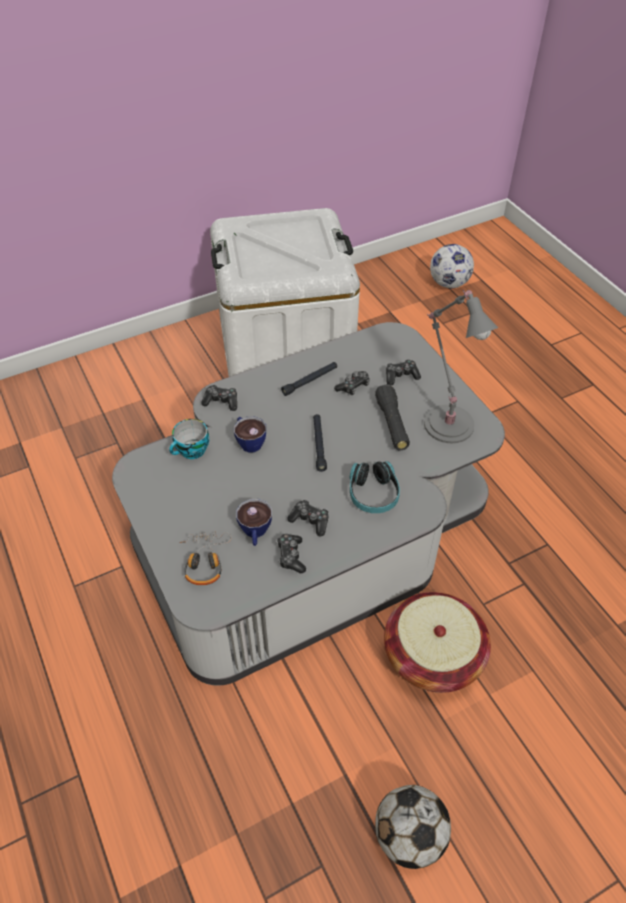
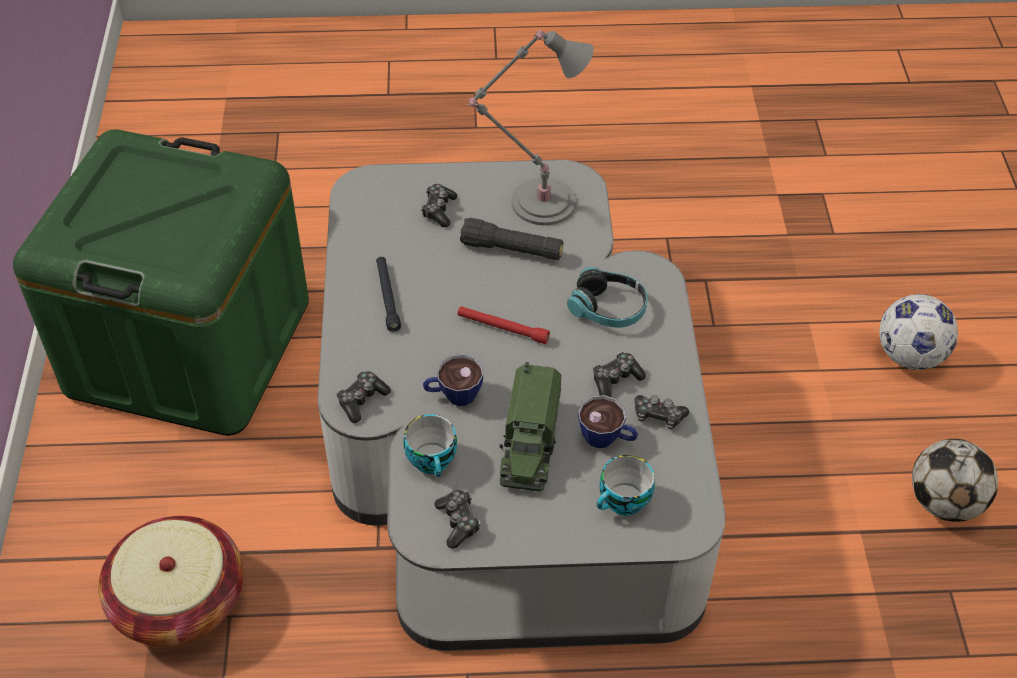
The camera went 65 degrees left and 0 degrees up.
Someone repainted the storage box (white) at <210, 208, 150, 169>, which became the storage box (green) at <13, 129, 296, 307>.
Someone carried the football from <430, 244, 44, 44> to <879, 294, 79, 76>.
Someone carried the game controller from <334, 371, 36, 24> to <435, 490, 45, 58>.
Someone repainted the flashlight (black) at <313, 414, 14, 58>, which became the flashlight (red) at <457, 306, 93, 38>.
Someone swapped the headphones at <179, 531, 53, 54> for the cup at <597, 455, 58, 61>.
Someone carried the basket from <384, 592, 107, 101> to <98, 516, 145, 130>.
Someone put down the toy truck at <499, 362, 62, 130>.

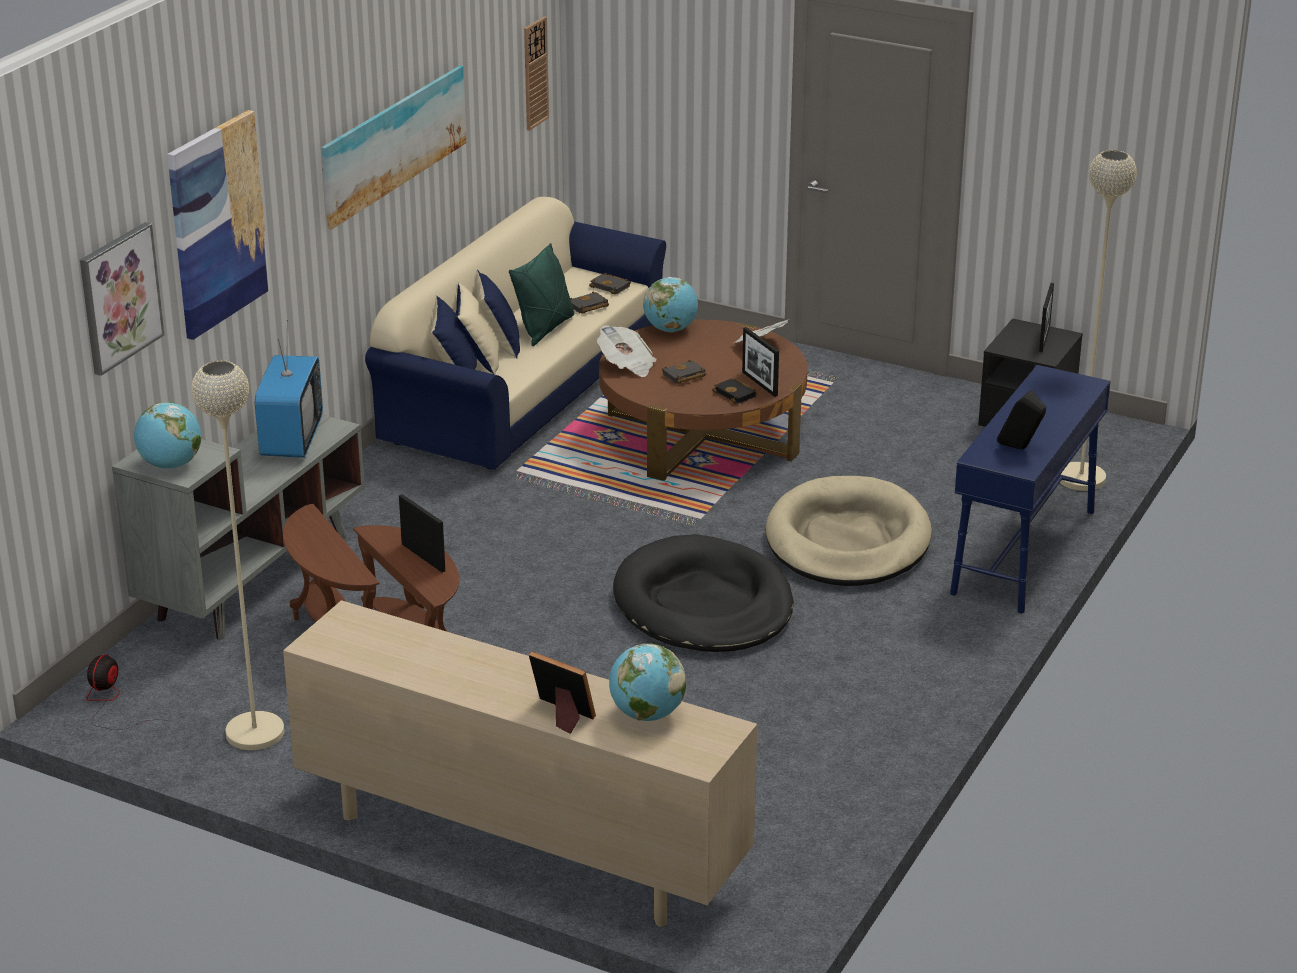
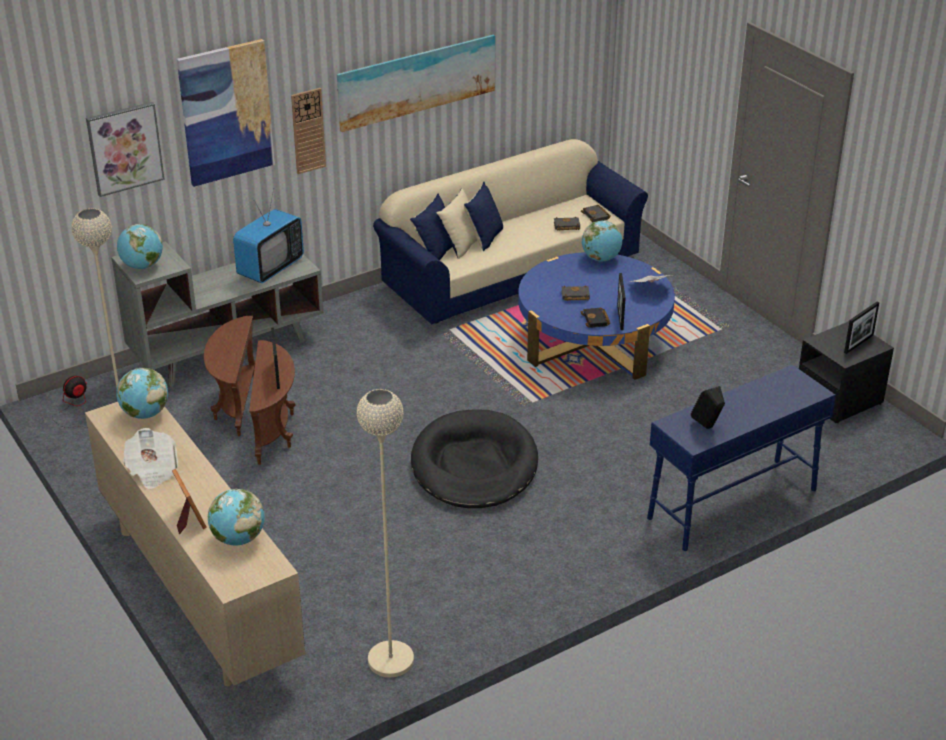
The camera went 30 degrees right and 5 degrees up.
Someone carried the wall clock from <524, 16, 25, 115> to <291, 88, 35, 86>.
Someone carried the floor lamp (beige) from <1060, 150, 77, 341> to <357, 389, 57, 288>.
Someone took away the pillow (green) at <509, 243, 66, 103>.
Someone repainted the coffee table (brown) at <599, 320, 209, 161>, which became the coffee table (blue) at <518, 252, 157, 128>.
Someone carried the newspaper from <597, 325, 60, 52> to <123, 428, 55, 61>.
Someone took away the dog bed (beige) at <766, 476, 166, 110>.
Someone put down the globe at <116, 368, 52, 51>.

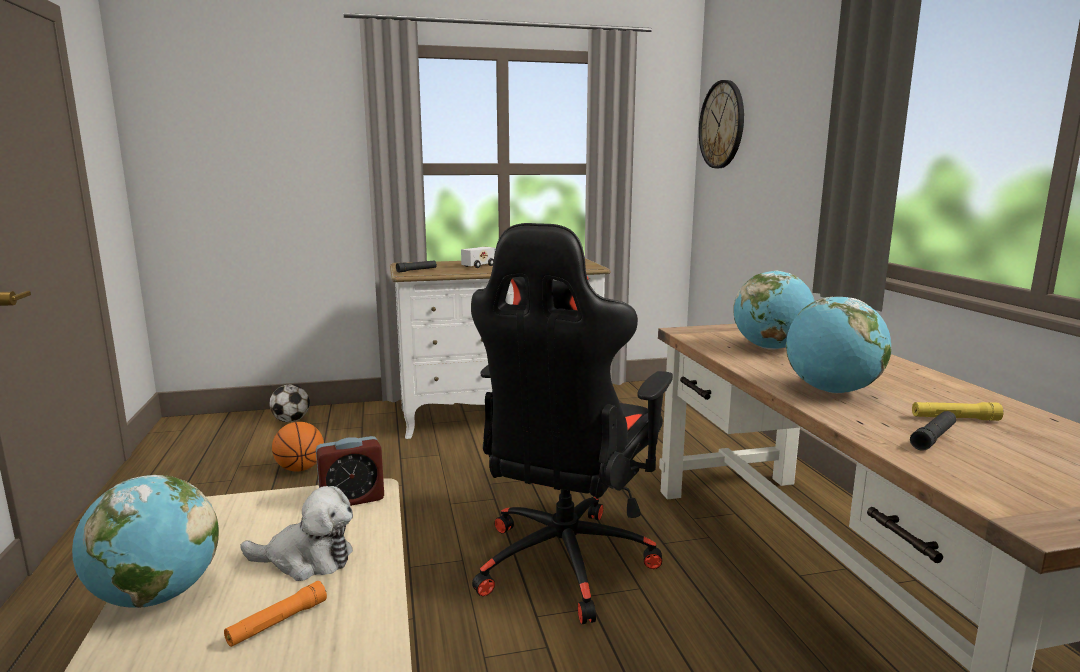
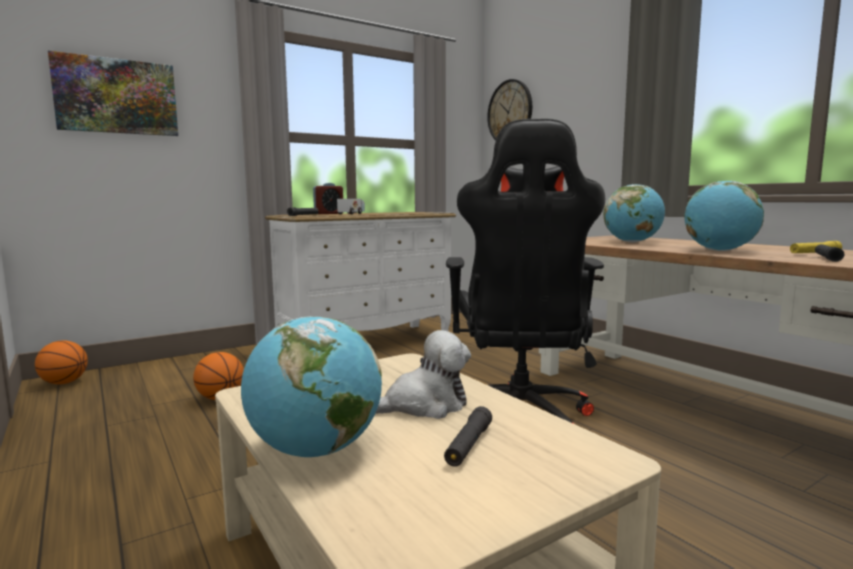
The camera went 20 degrees left and 5 degrees down.
Someone took away the football at <269, 384, 41, 38>.
Someone carried the alarm clock from <316, 436, 68, 70> to <313, 183, 30, 31>.
Someone repainted the flashlight (orange) at <224, 581, 103, 66>, which became the flashlight (black) at <444, 406, 48, 61>.
Someone put up the picture at <48, 50, 130, 86>.
Someone put down the basketball at <35, 340, 53, 44>.

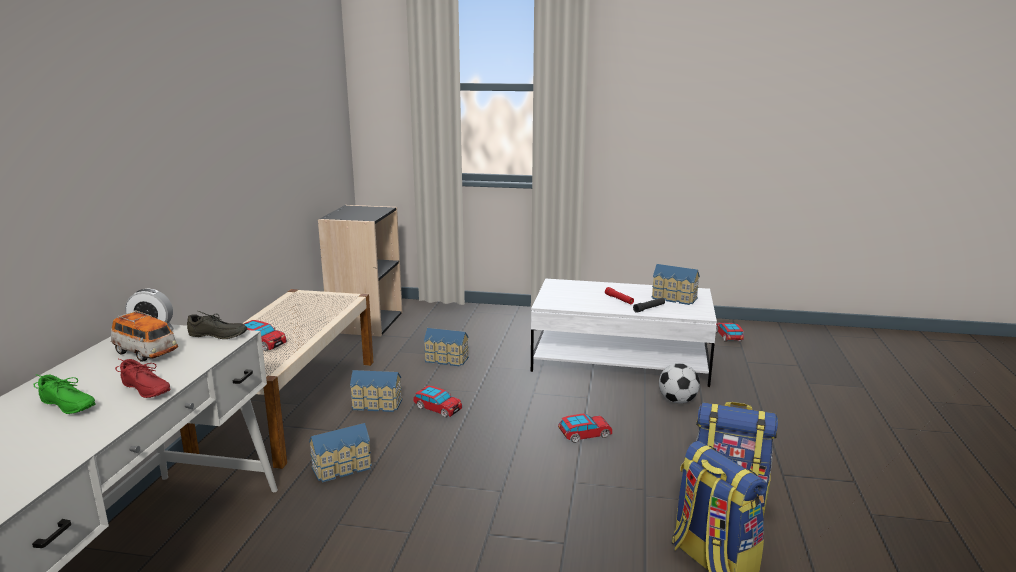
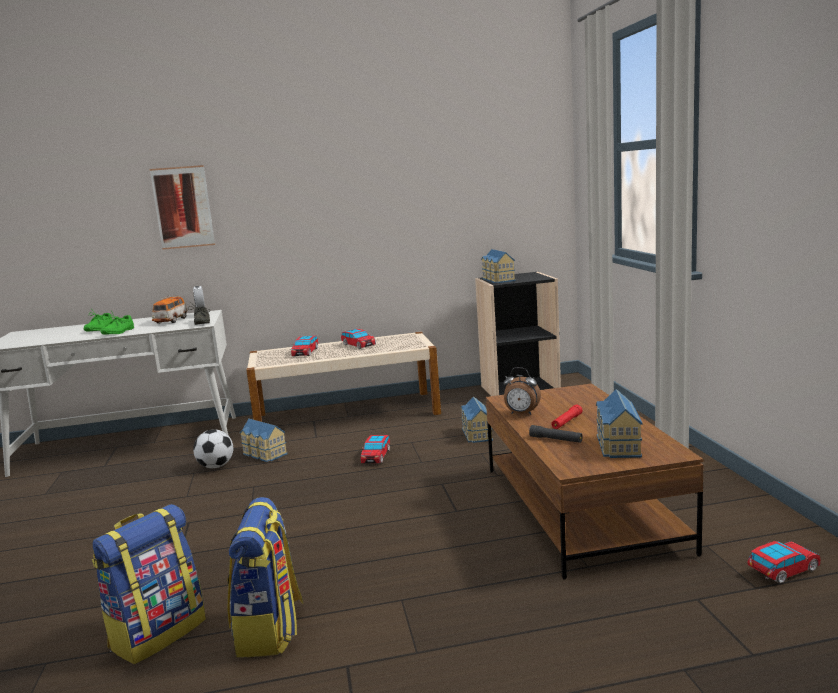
The camera went 70 degrees right and 5 degrees down.
Someone repainted the coffee table (white) at <531, 279, 186, 108>, which became the coffee table (brown) at <486, 383, 218, 196>.
Someone repainted the shoe (red) at <115, 359, 55, 39>, which became the shoe (green) at <101, 311, 33, 24>.
Someone carried the football from <659, 363, 41, 40> to <193, 429, 41, 39>.
Someone carried the toy house from <350, 370, 52, 42> to <481, 249, 34, 34>.
Someone carried the toy car from <558, 414, 54, 29> to <341, 329, 35, 20>.
Someone put up the picture at <150, 165, 65, 85>.
Someone put down the alarm clock at <503, 367, 38, 48>.

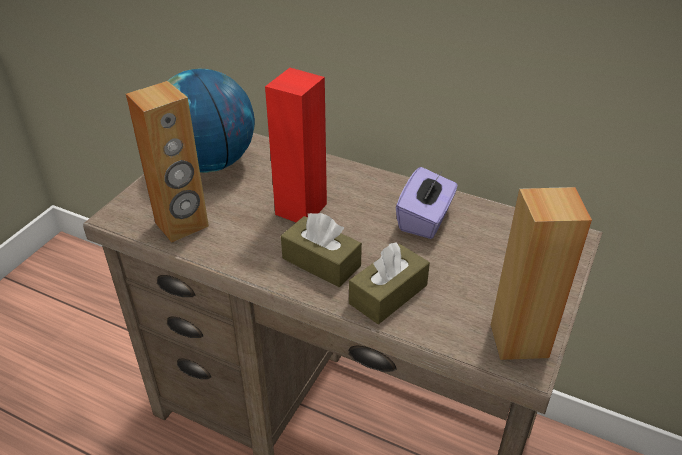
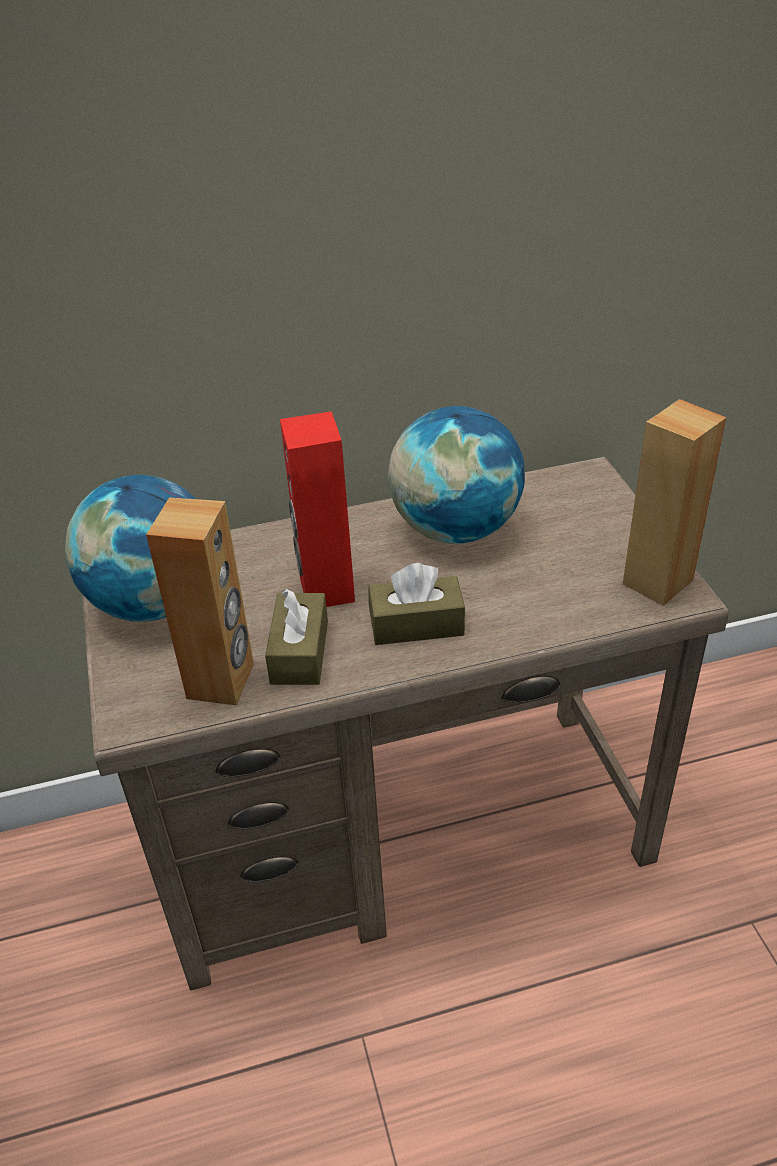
The camera went 40 degrees left and 0 degrees up.
Someone swapped the tissue box (purple) at <396, 167, 62, 72> for the globe at <388, 406, 137, 138>.
Someone carried the tissue box (brown) from <349, 242, 81, 82> to <265, 589, 63, 96>.

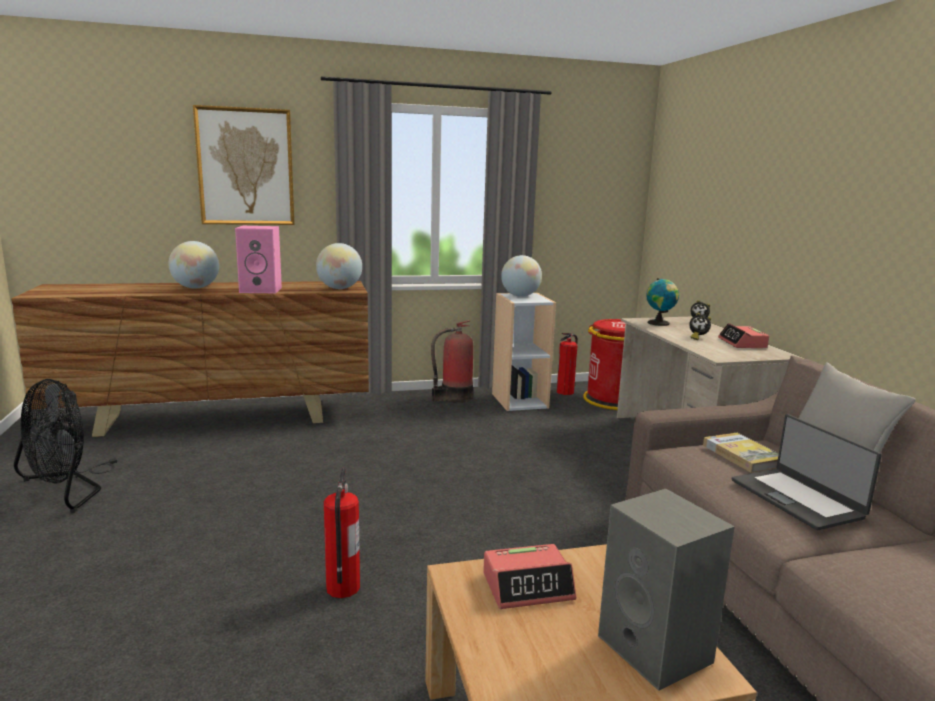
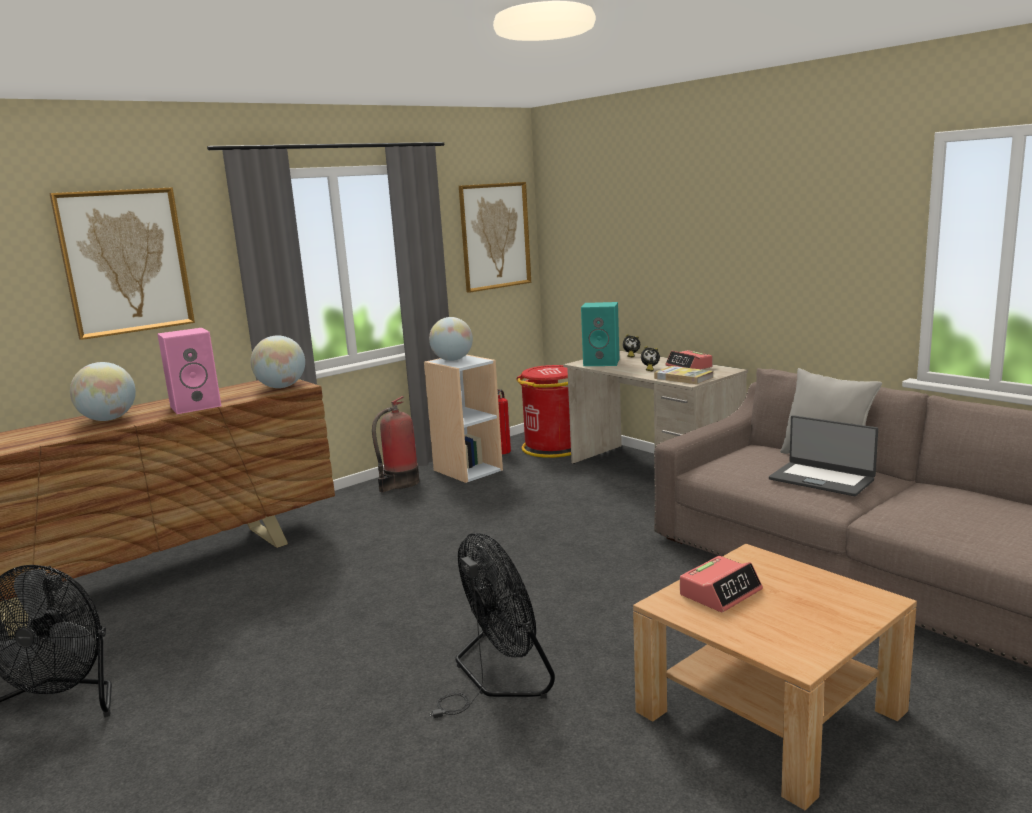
The camera went 25 degrees left and 0 degrees up.
Someone swapped the globe at <646, 278, 33, 48> for the speaker (turquoise) at <581, 302, 38, 64>.
Someone carried the book from <703, 433, 76, 40> to <654, 366, 60, 18>.
Someone swapped the fire extinguisher at <324, 468, 36, 130> for the fan (black) at <429, 533, 126, 185>.
Someone took away the speaker (grey) at <598, 489, 137, 202>.
Someone put up the picture at <459, 182, 72, 111>.

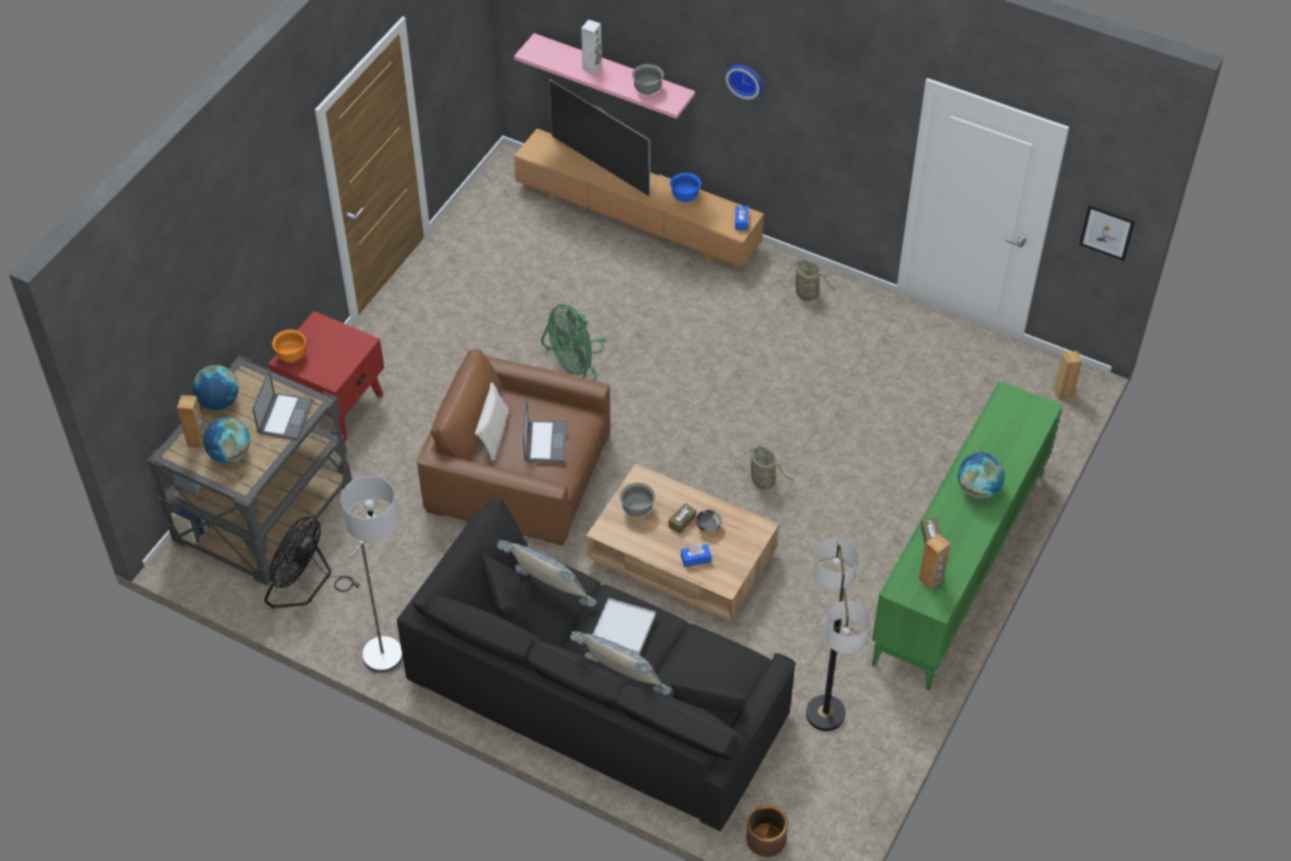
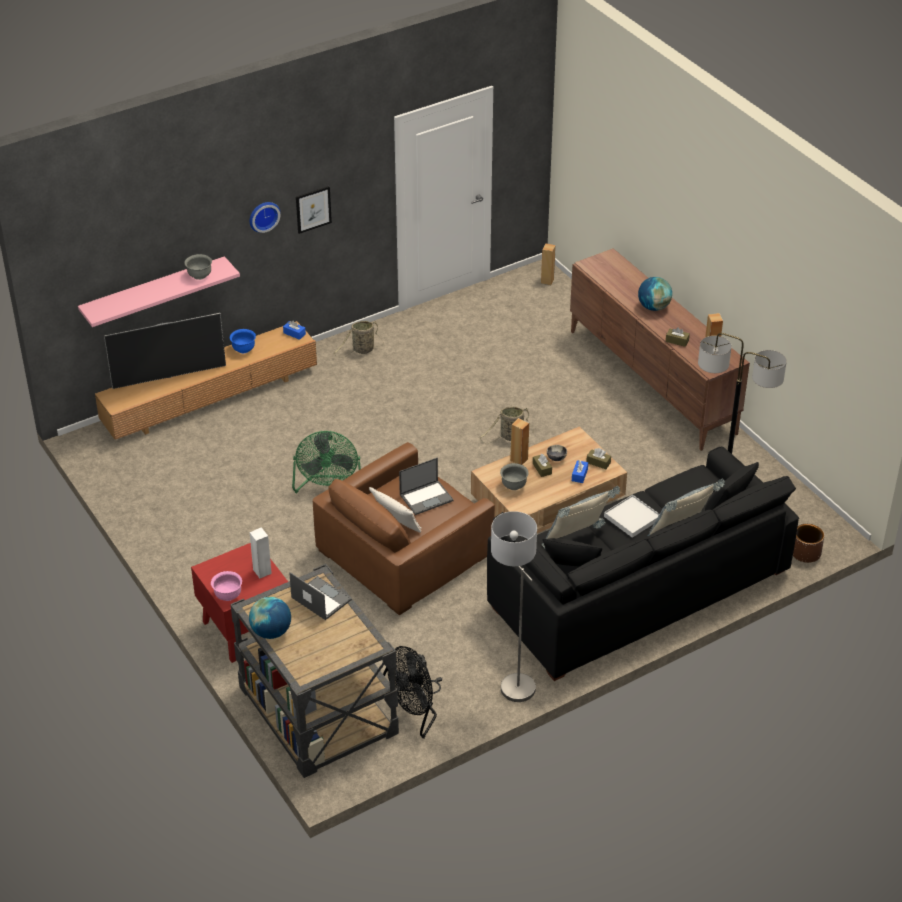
The camera went 60 degrees left and 10 degrees down.
Someone carried the speaker (white) from <581, 19, 21, 55> to <250, 527, 22, 51>.
Someone carried the picture from <1079, 204, 56, 57> to <296, 186, 36, 48>.
Someone repainted the bowl (orange) at <272, 329, 34, 33>, which became the bowl (pink) at <211, 571, 31, 30>.
Someone repainted the cabinet (green) at <872, 382, 191, 308>, which became the cabinet (brown) at <570, 248, 180, 203>.
Someone carried the speaker (brown) from <177, 395, 29, 53> to <510, 418, 19, 47>.
Someone rotated the laptop at <523, 398, 44, 65> by 120 degrees clockwise.
Someone took away the globe at <203, 417, 47, 47>.
Someone put down the tissue box (brown) at <586, 448, 25, 21>.

